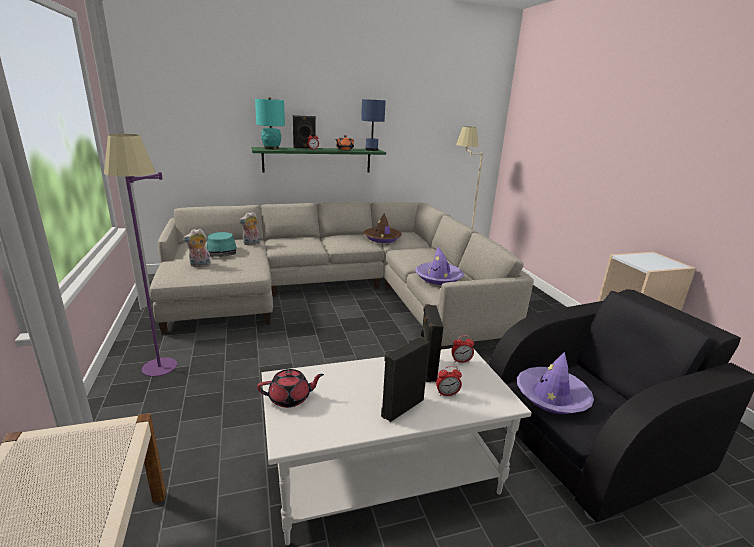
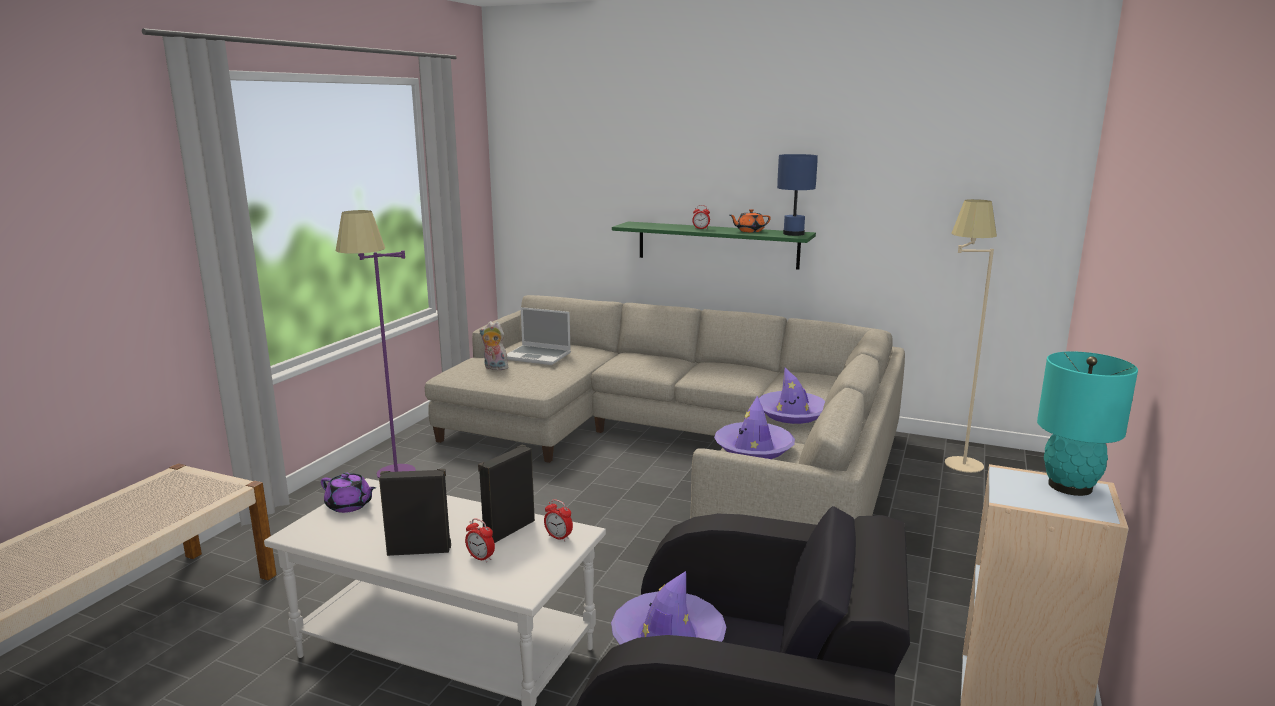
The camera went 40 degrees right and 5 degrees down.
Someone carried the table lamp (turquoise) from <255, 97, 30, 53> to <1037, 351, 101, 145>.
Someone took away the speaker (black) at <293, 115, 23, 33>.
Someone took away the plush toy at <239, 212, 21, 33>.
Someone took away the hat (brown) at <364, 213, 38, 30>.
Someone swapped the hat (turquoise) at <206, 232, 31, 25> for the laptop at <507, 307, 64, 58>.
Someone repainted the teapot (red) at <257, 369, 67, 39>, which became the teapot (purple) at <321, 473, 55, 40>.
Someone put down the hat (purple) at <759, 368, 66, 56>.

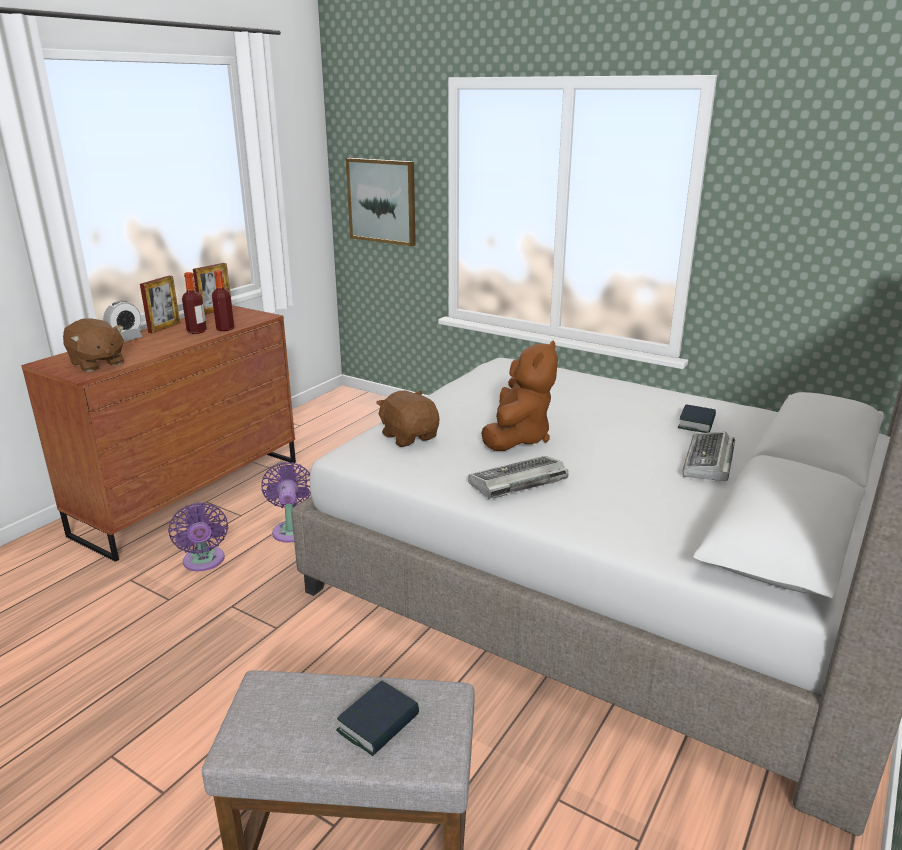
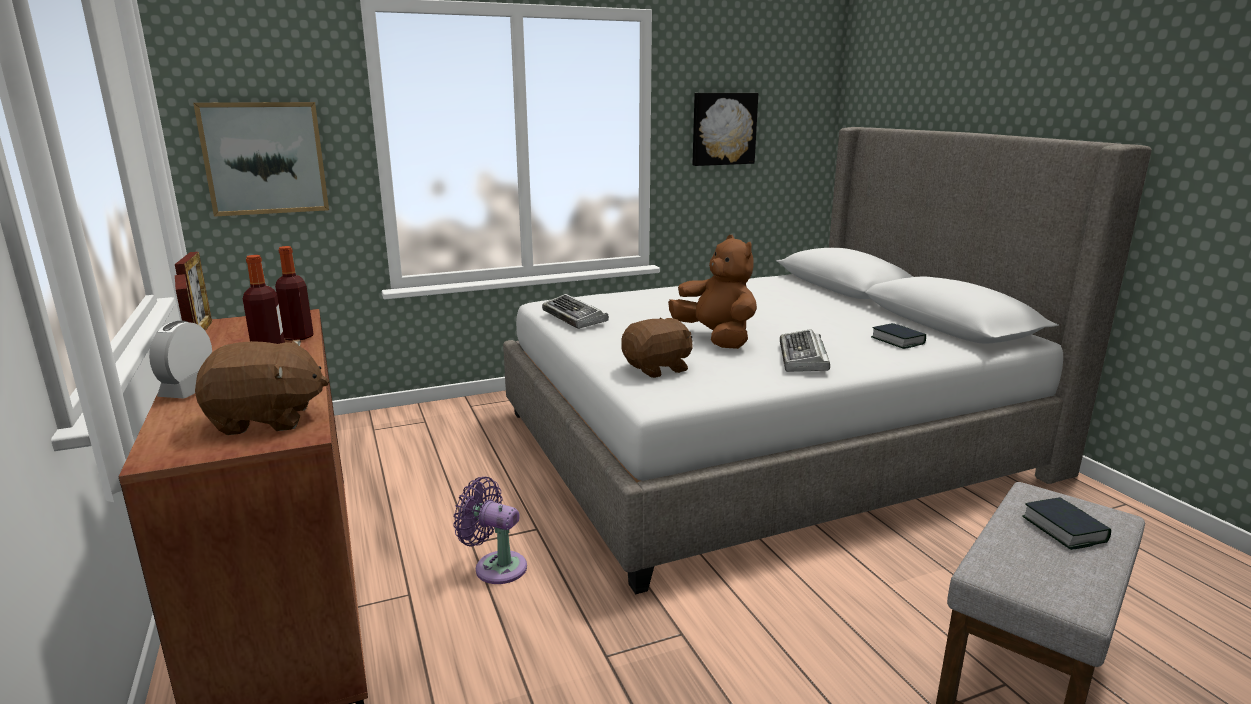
The camera went 55 degrees left and 5 degrees down.
Someone rotated the alarm clock at <103, 301, 40, 41> by 150 degrees counterclockwise.
Someone rotated the plush toy (brown) at <376, 390, 63, 57> by 150 degrees clockwise.
Someone carried the book from <677, 405, 39, 28> to <871, 323, 55, 26>.
Someone carried the keyboard from <683, 432, 52, 49> to <542, 294, 67, 35>.
Someone took away the fan (purple) at <168, 502, 60, 69>.
Someone put up the picture at <693, 93, 65, 73>.

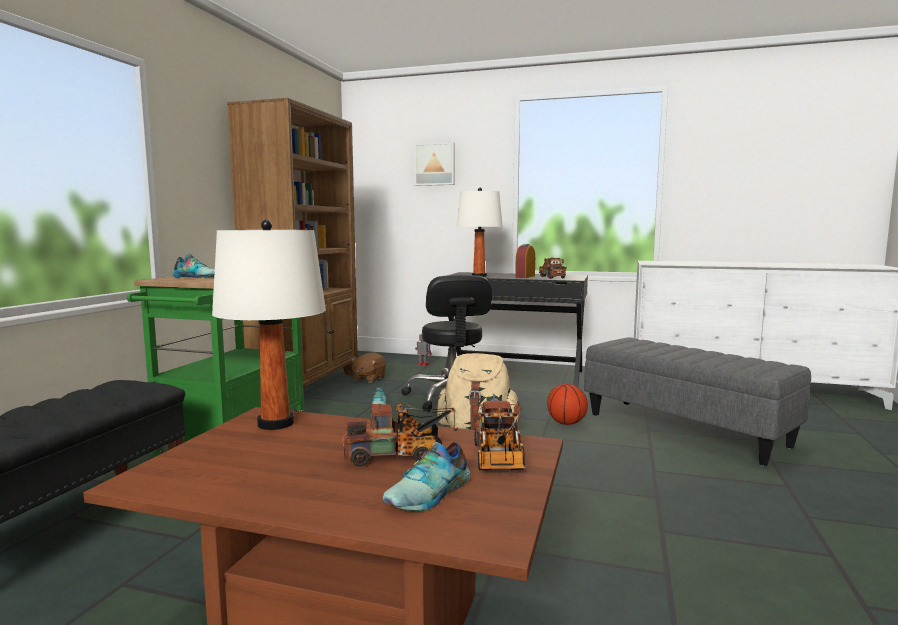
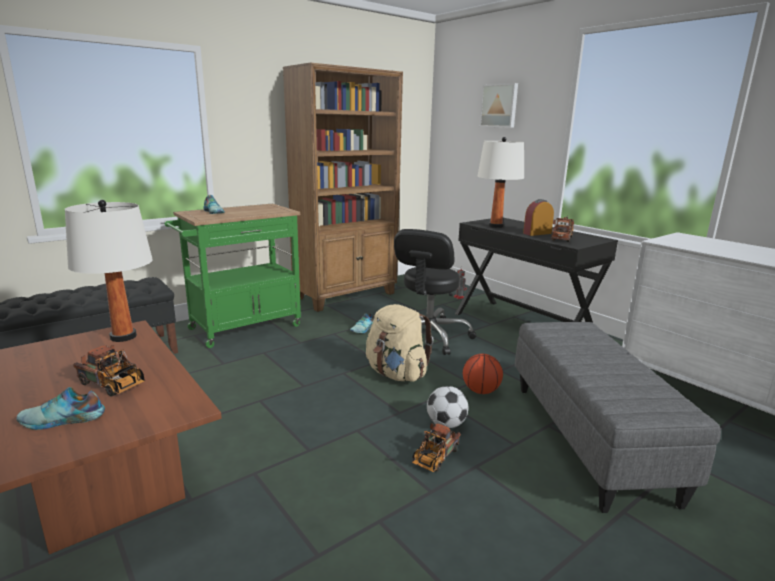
The camera went 35 degrees right and 10 degrees up.
Someone took away the plush toy (brown) at <351, 352, 35, 30>.
Someone carried the toy truck from <472, 401, 54, 69> to <412, 423, 49, 49>.
Someone put down the football at <427, 386, 41, 42>.

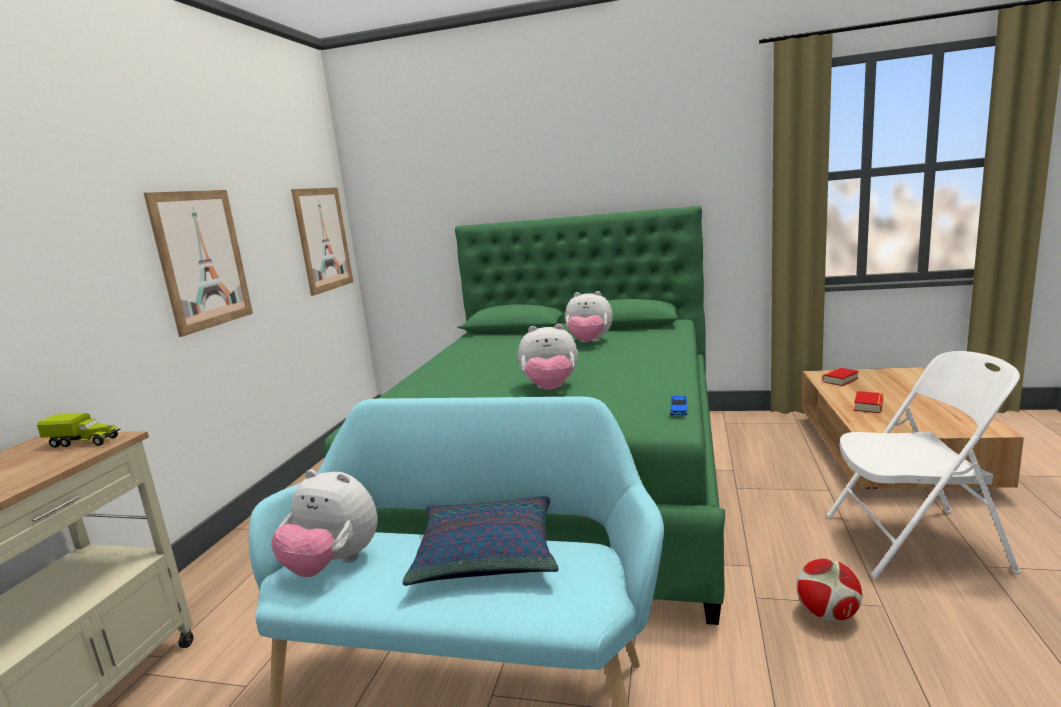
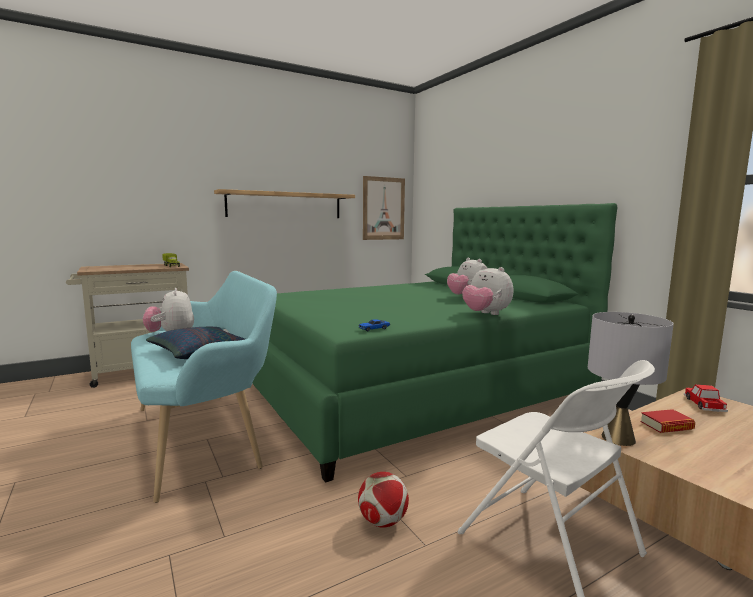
The camera went 45 degrees right and 5 degrees down.
Someone swapped the picture at <144, 190, 109, 147> for the shelf at <214, 189, 141, 29>.
Someone carried the plush toy from <518, 324, 60, 66> to <462, 265, 51, 50>.
Someone swapped the book at <822, 368, 37, 18> for the toy car at <684, 384, 44, 28>.
Someone put down the table lamp (grey) at <588, 312, 86, 134>.

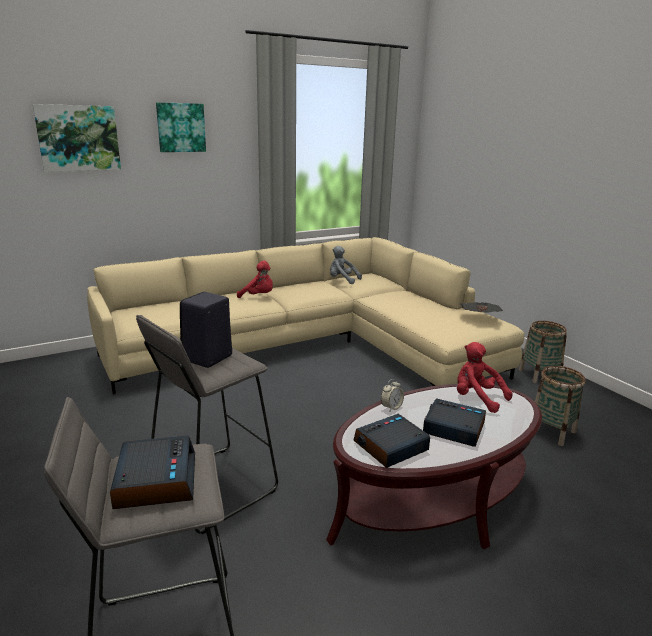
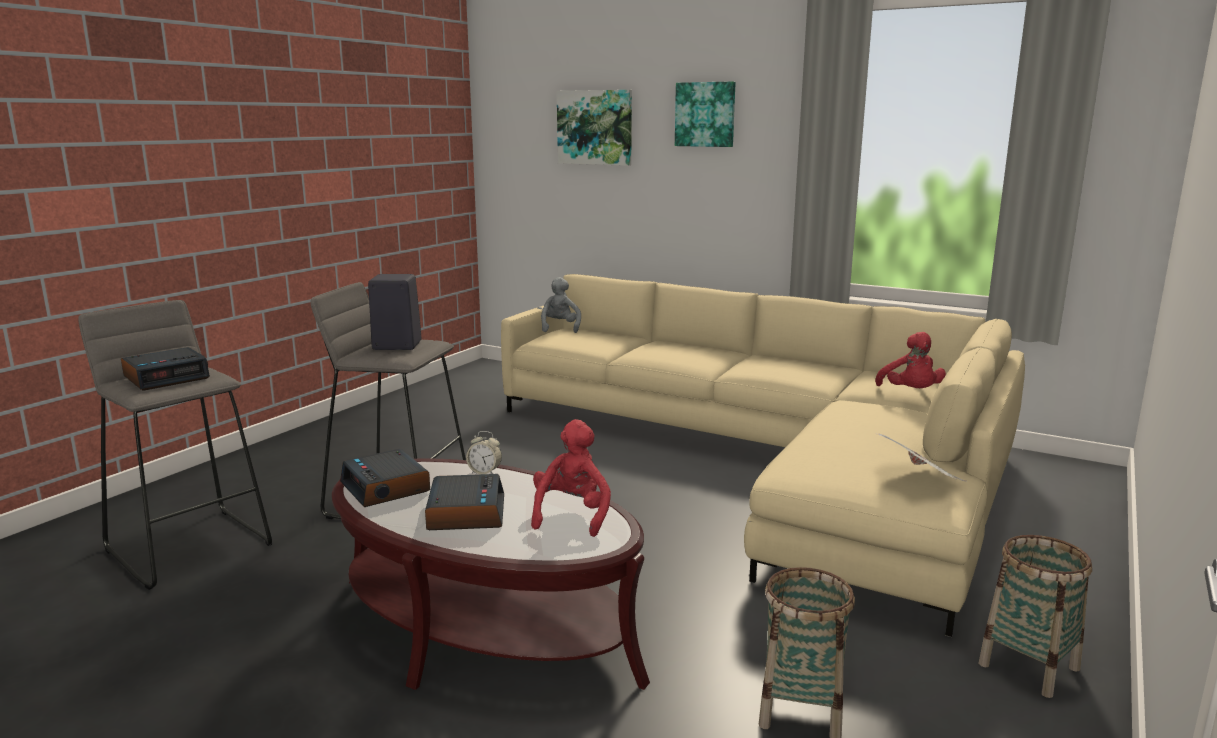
The camera went 60 degrees right and 5 degrees down.
Someone carried the plush toy (grey) from <330, 246, 32, 38> to <537, 277, 44, 56>.
Someone carried the plush toy (red) from <237, 261, 36, 37> to <875, 332, 71, 56>.
Someone rotated the alarm clock at <354, 414, 76, 54> by 150 degrees counterclockwise.

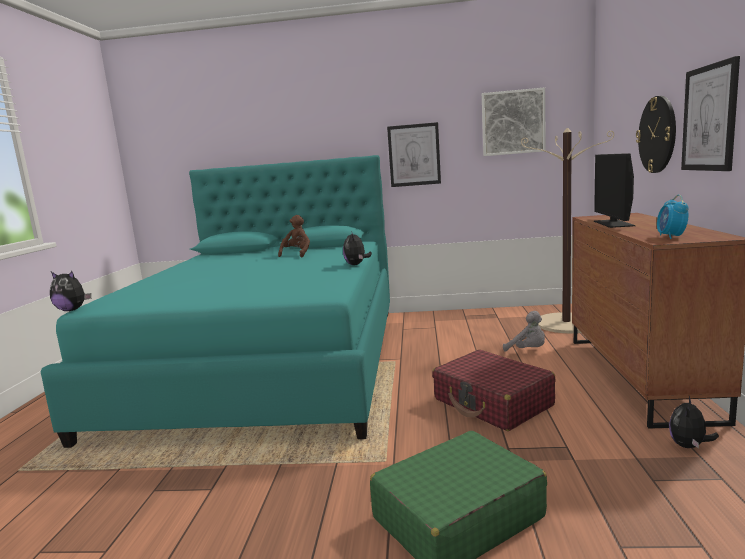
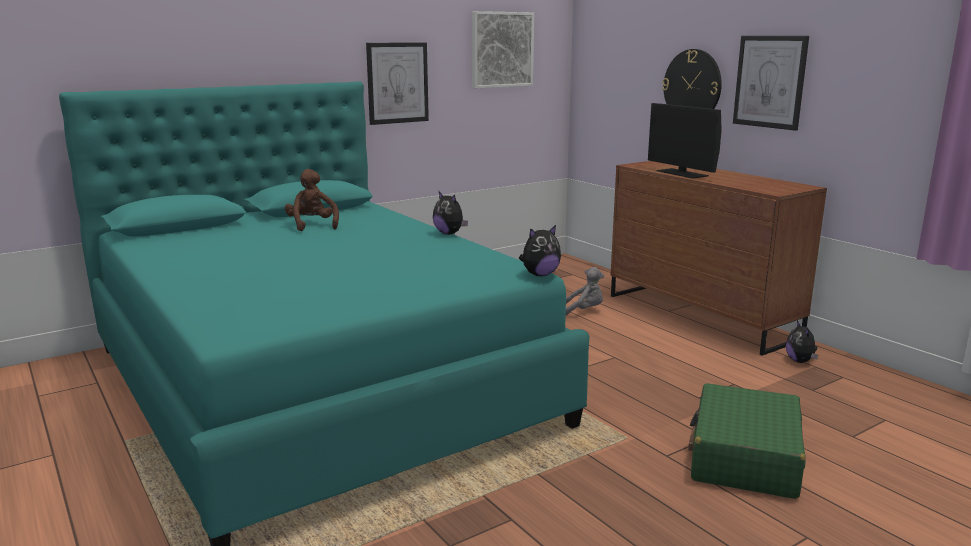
The camera went 40 degrees left and 5 degrees up.
Someone took away the clothes rack (beige) at <521, 128, 93, 205>.
Someone took away the alarm clock at <657, 194, 32, 45>.
Someone carried the plush toy from <50, 271, 41, 40> to <519, 225, 42, 51>.
Someone took away the suitcase (red) at <432, 350, 124, 81>.

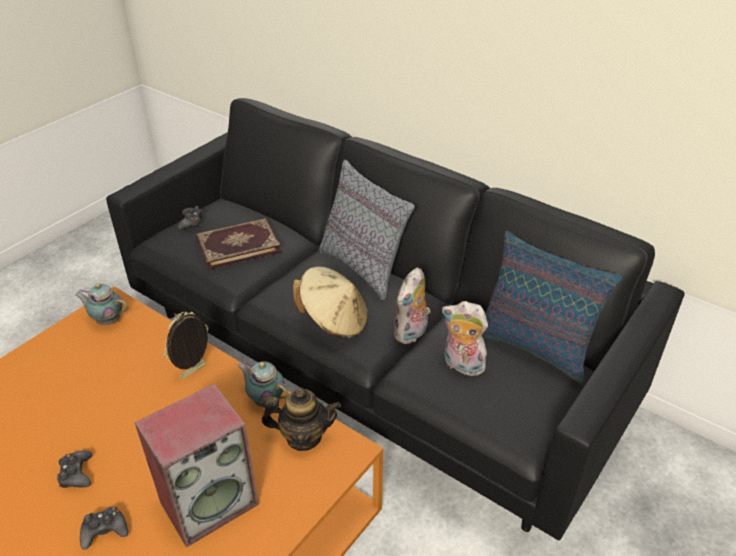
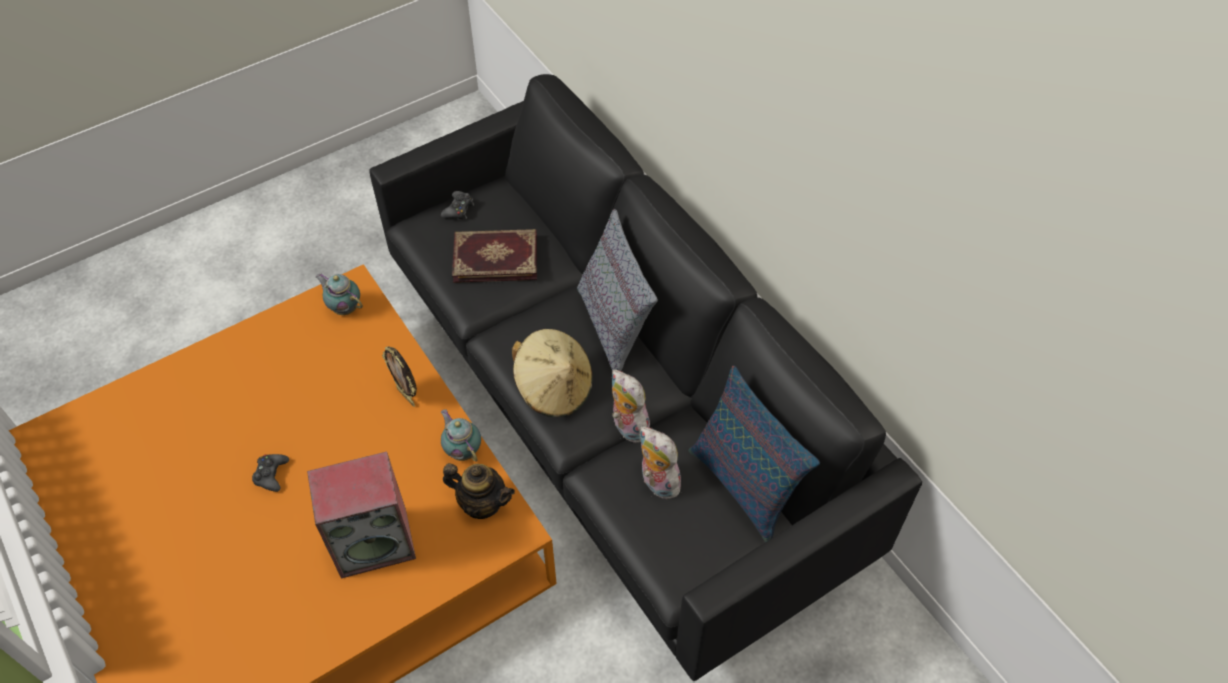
The camera went 20 degrees right and 15 degrees up.
Someone rotated the plush toy at <394, 268, 36, 76> by 90 degrees clockwise.
Someone rotated the picture frame at <163, 312, 45, 67> by 105 degrees counterclockwise.
Someone took away the game controller (black) at <80, 507, 48, 43>.

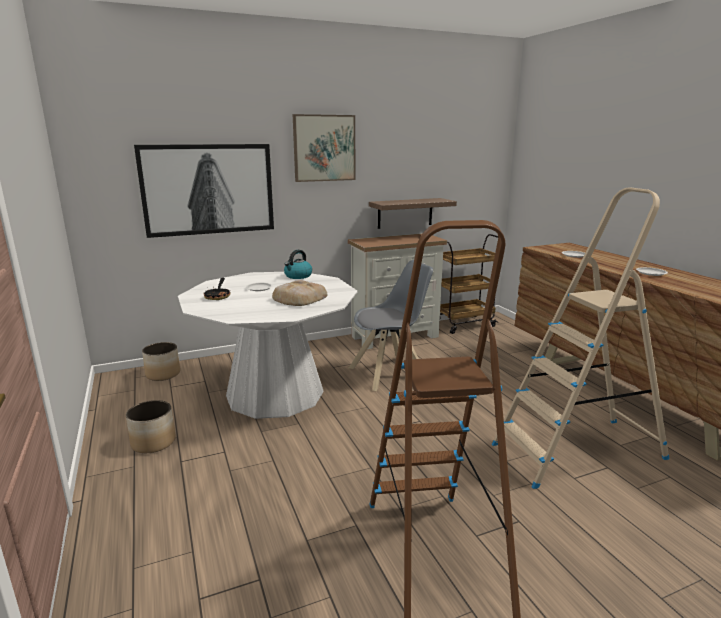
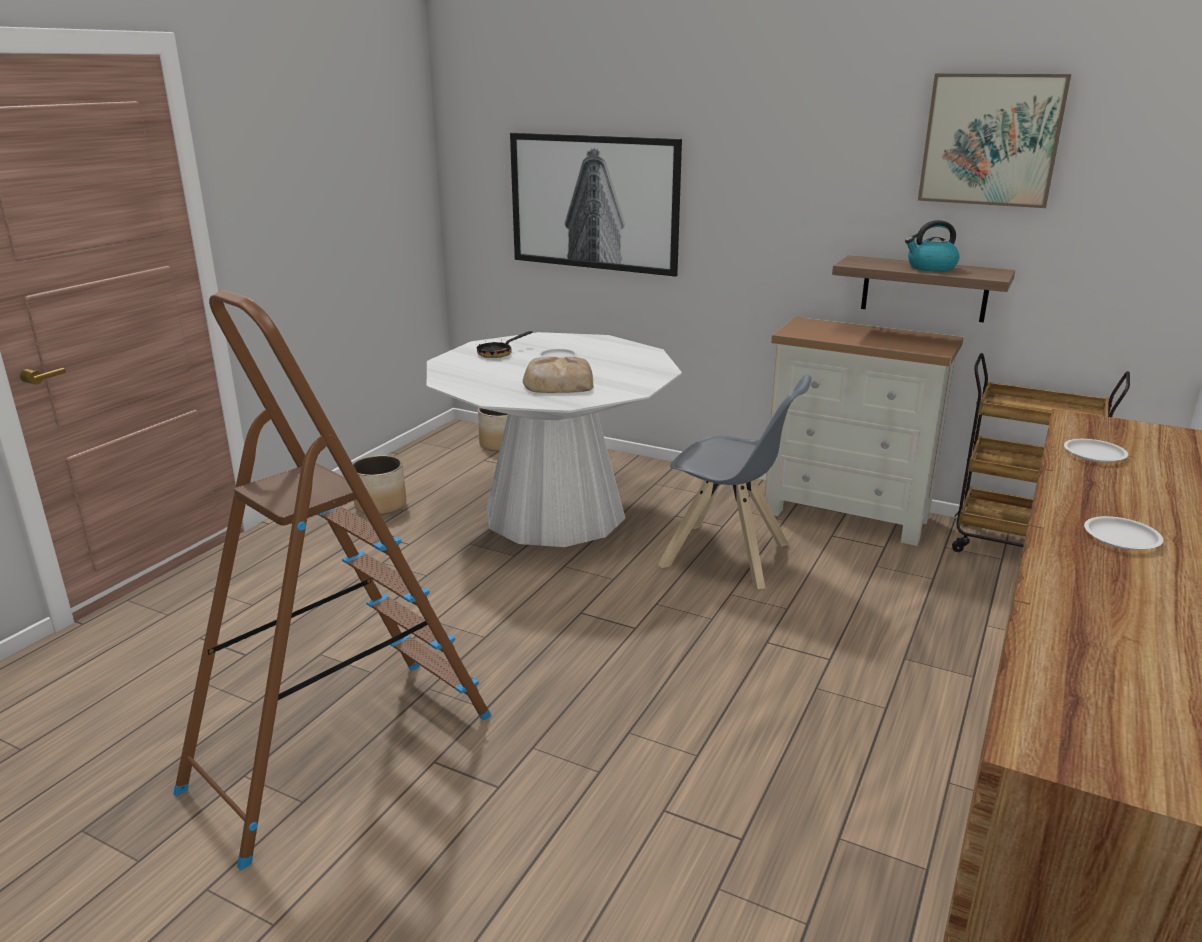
The camera went 50 degrees right and 5 degrees up.
Someone carried the picture from <293, 114, 62, 68> to <918, 73, 153, 135>.
Someone took away the step ladder (beige) at <492, 187, 178, 302>.
Someone carried the kettle from <284, 250, 28, 29> to <905, 220, 55, 52>.

